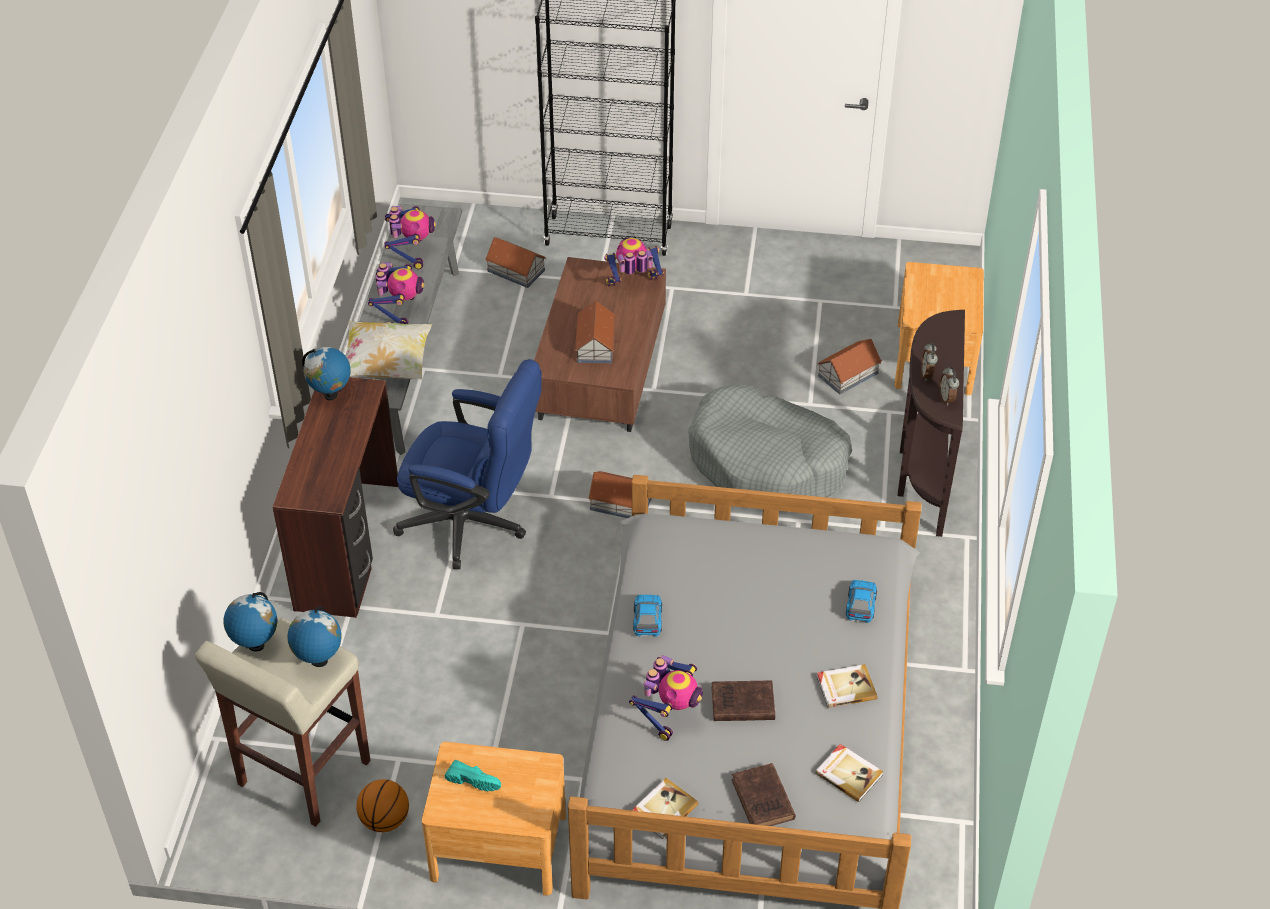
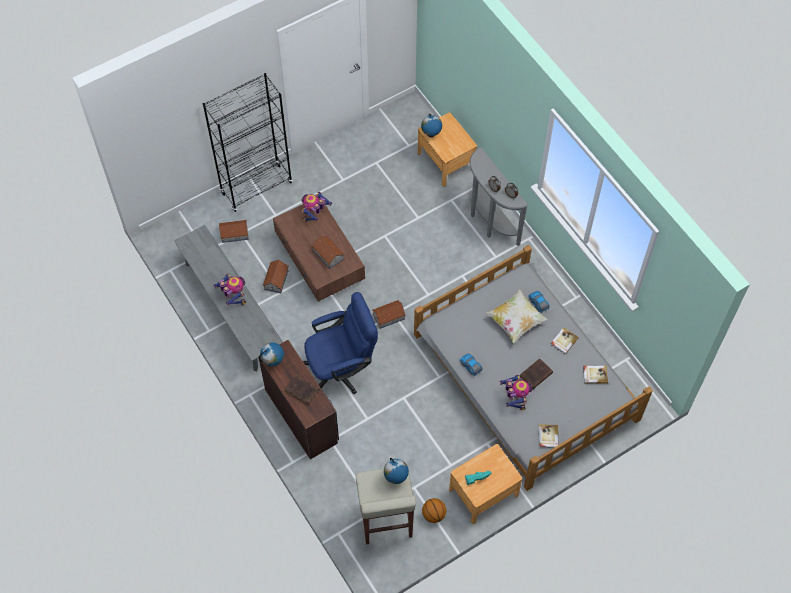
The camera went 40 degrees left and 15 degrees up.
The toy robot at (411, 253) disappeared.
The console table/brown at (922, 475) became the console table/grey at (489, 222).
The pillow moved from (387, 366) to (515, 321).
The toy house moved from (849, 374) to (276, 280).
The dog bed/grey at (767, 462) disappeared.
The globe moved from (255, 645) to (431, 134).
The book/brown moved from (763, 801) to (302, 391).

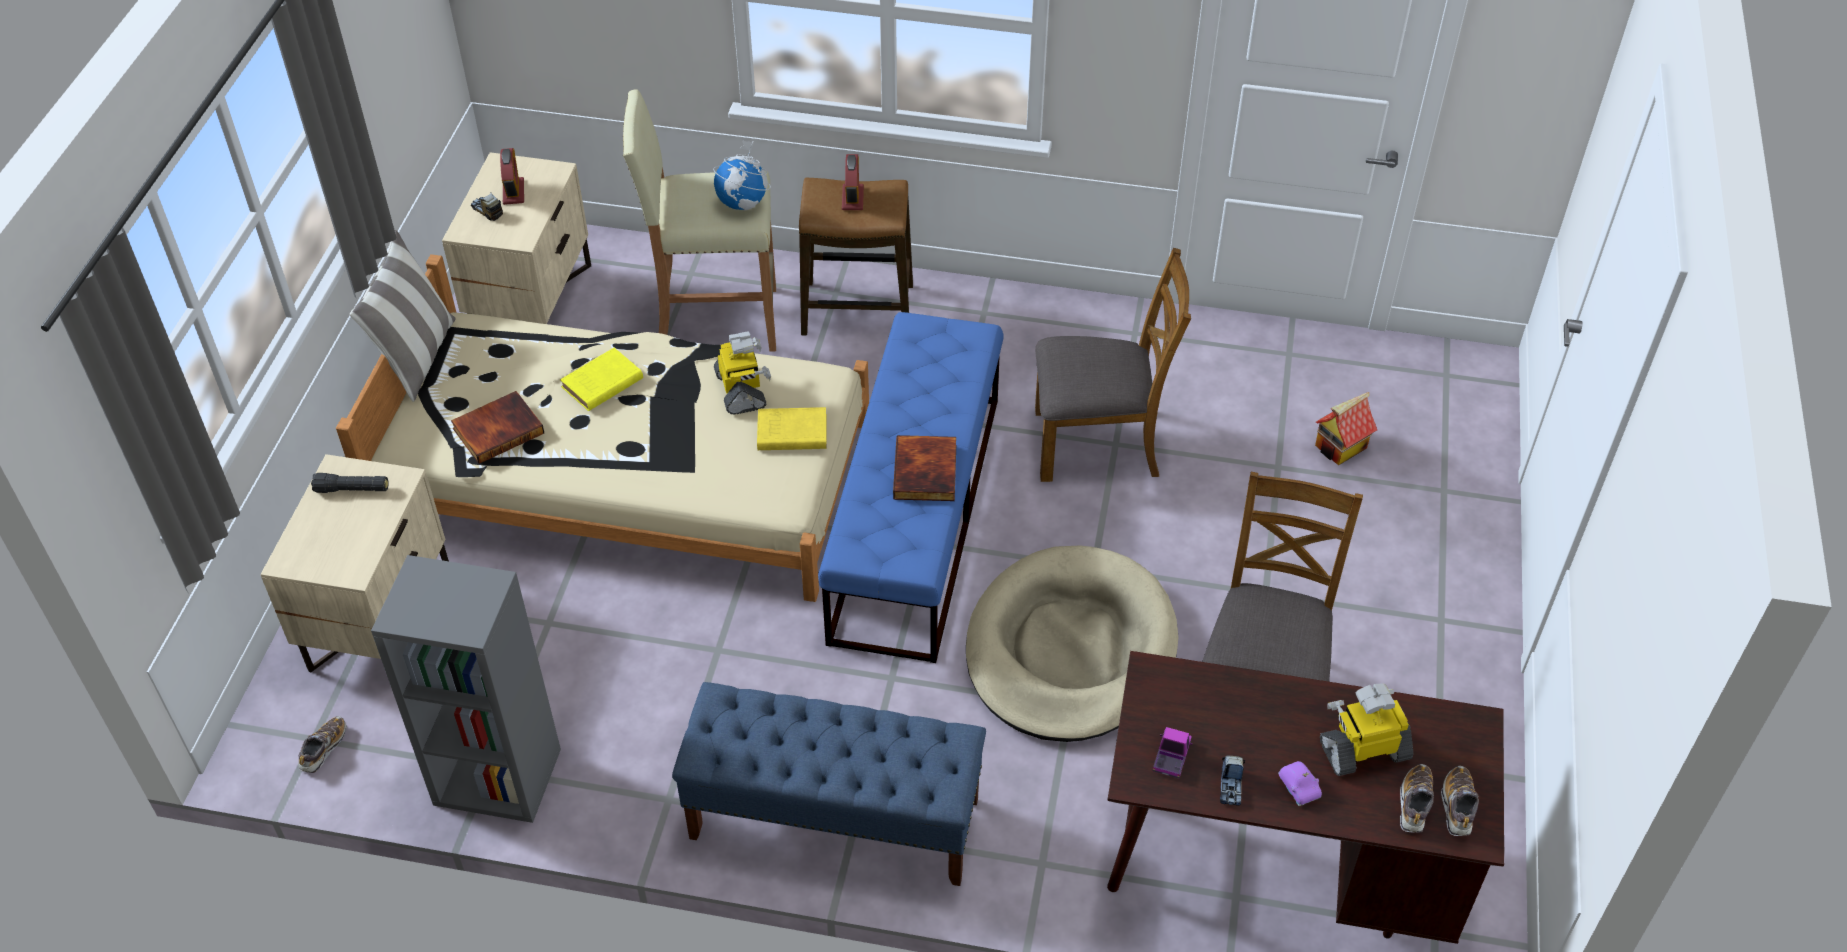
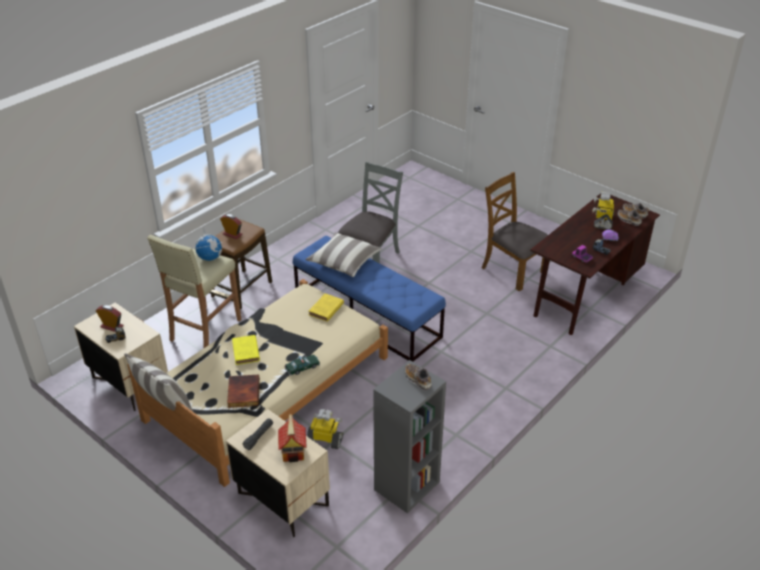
The camera went 60 degrees left and 10 degrees down.
The chair/brown at (1098, 443) became the chair/grey at (371, 258).
The toy robot moved from (742, 390) to (325, 440).
The toy house moved from (1340, 447) to (293, 452).
The book at (927, 472) disappeared.
The dog bed/beige at (1070, 650) disappeared.
The bench/blue at (833, 819) disappeared.
The shoe moved from (324, 749) to (417, 380).
The pillow at (344, 262) appeared.
The toy car at (302, 367) appeared.

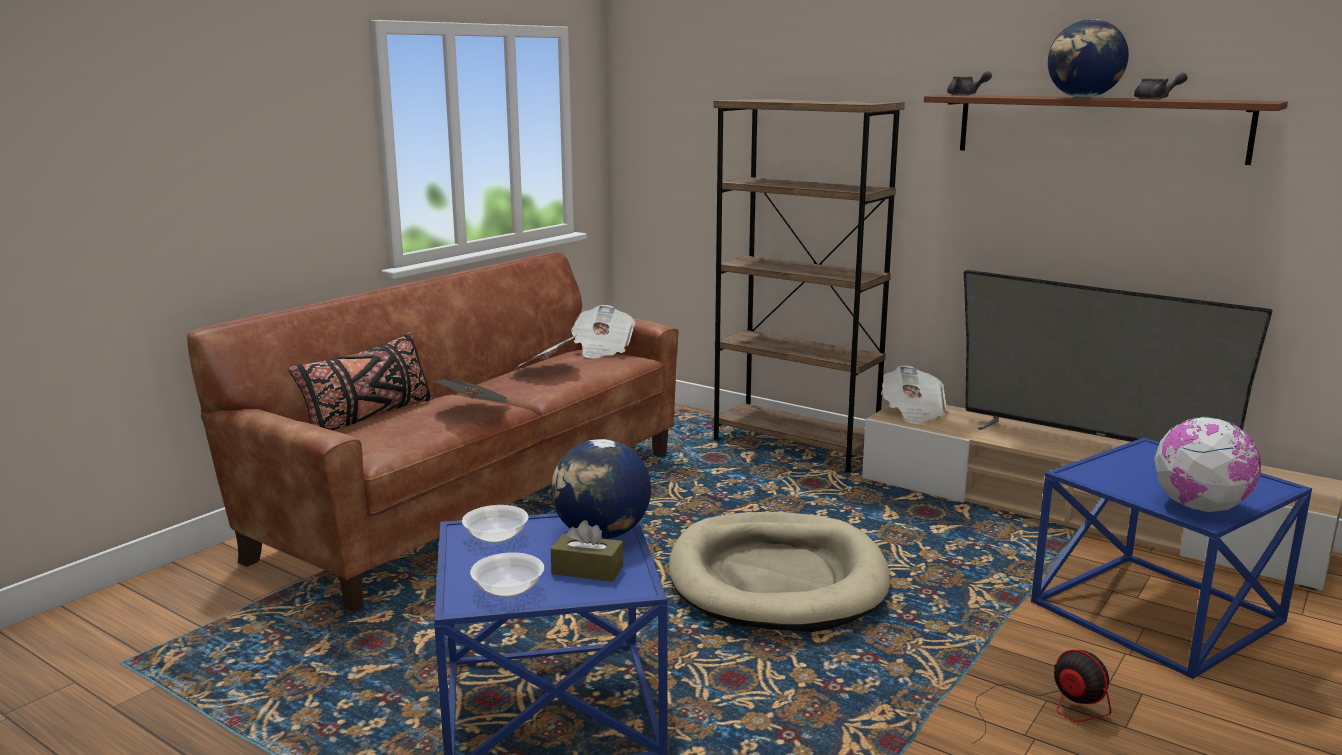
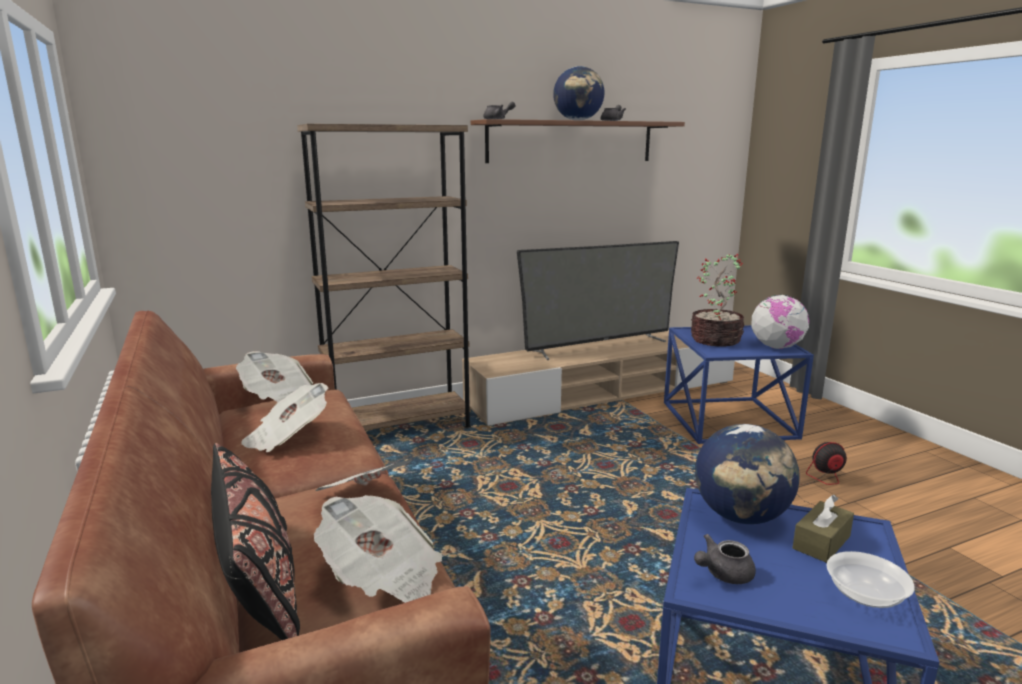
The camera went 60 degrees left and 0 degrees up.
The newspaper moved from (913, 412) to (383, 577).
The bowl at (496, 537) was replaced by the teapot/grey at (723, 574).
The dog bed/beige at (776, 579) disappeared.
The potted plant at (716, 340) appeared.

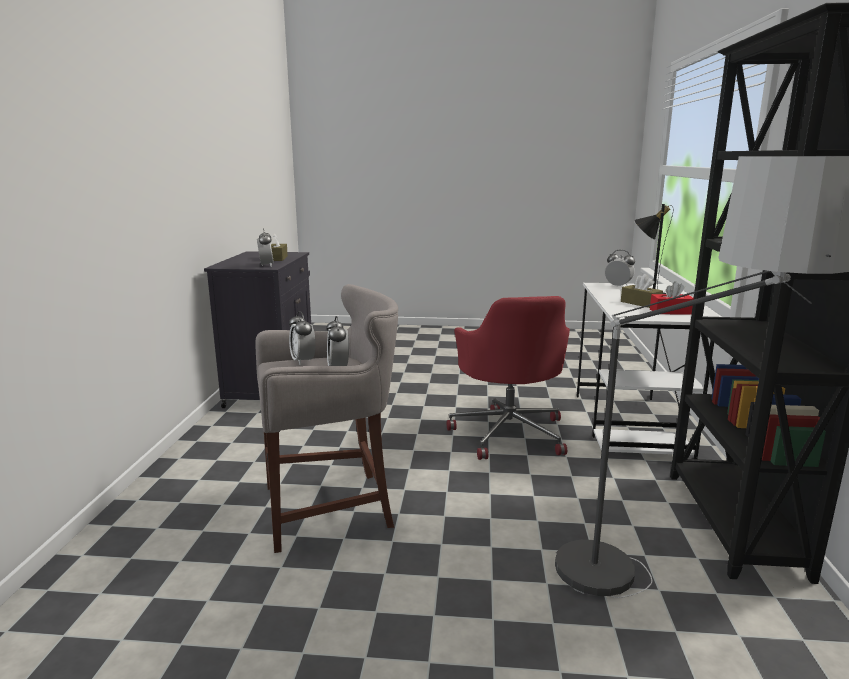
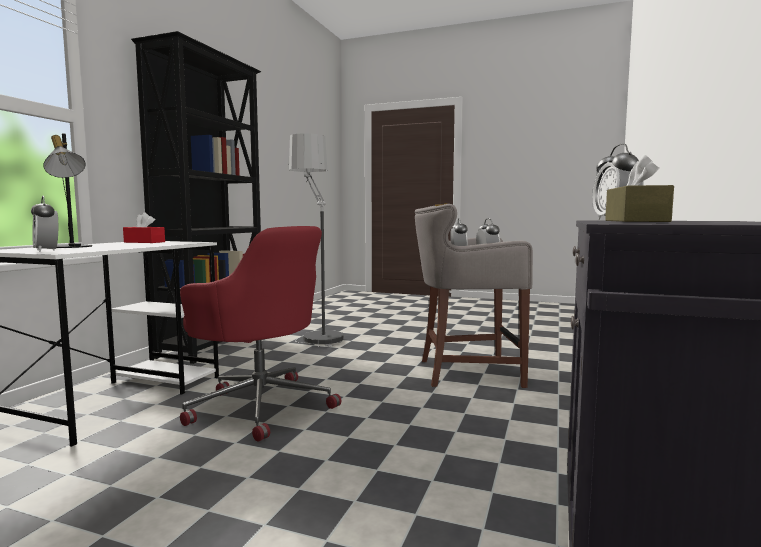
The camera went 165 degrees left and 10 degrees down.
The tissue box/brown at (640, 303) disappeared.
The office chair/red at (509, 433) turned 120 degrees clockwise.

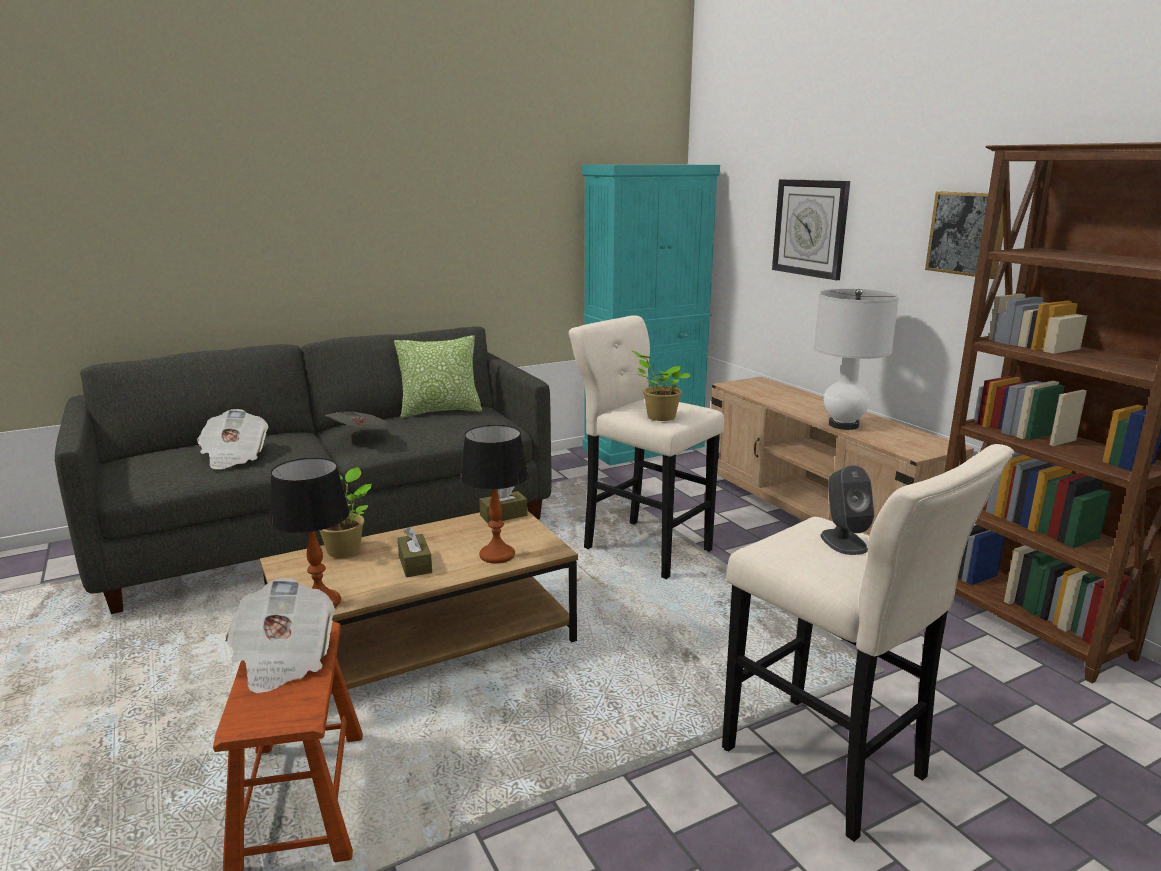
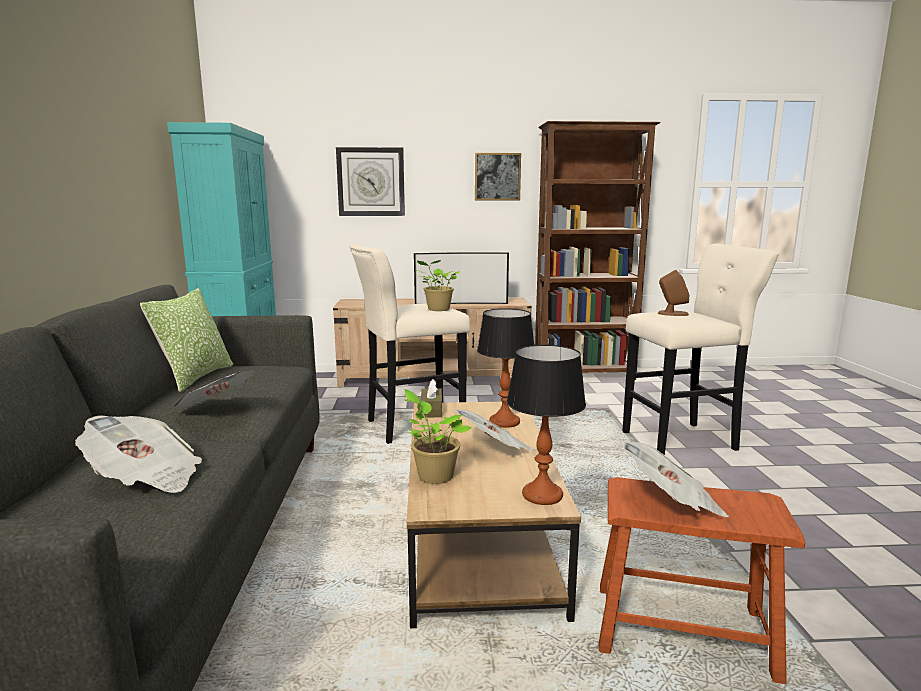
The camera went 65 degrees left and 5 degrees down.
The table lamp/white at (844, 425) was replaced by the television at (461, 303).
The speaker/grey at (843, 541) became the speaker/brown at (672, 313).
The tissue box/brown at (415, 564) was replaced by the newspaper at (494, 450).

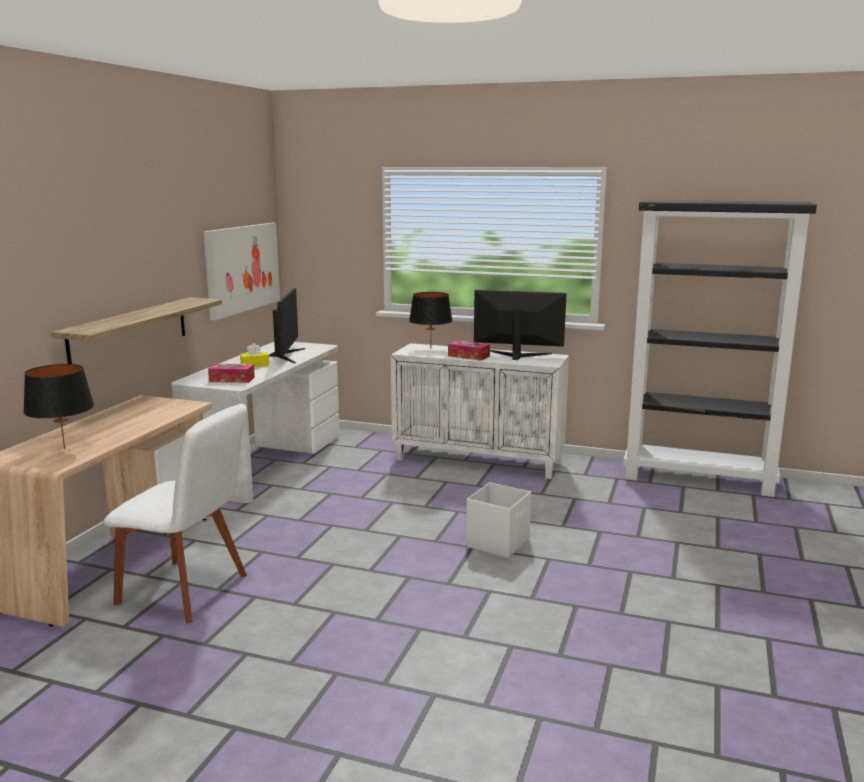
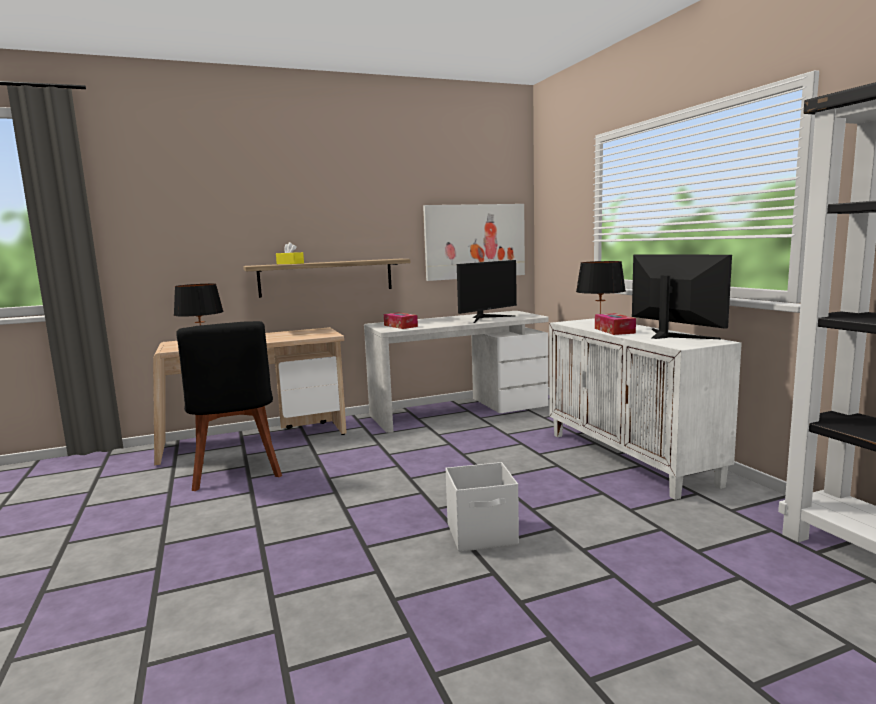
The camera went 50 degrees right and 5 degrees down.
The tissue box/yellow moved from (255, 365) to (290, 263).
The chair/white at (188, 591) became the chair/black at (237, 472).

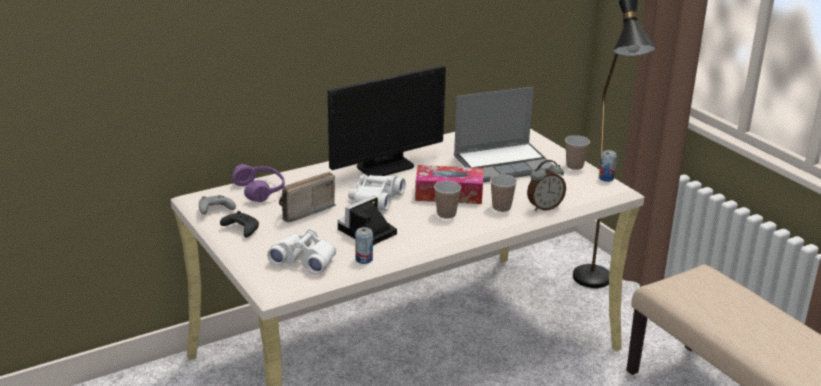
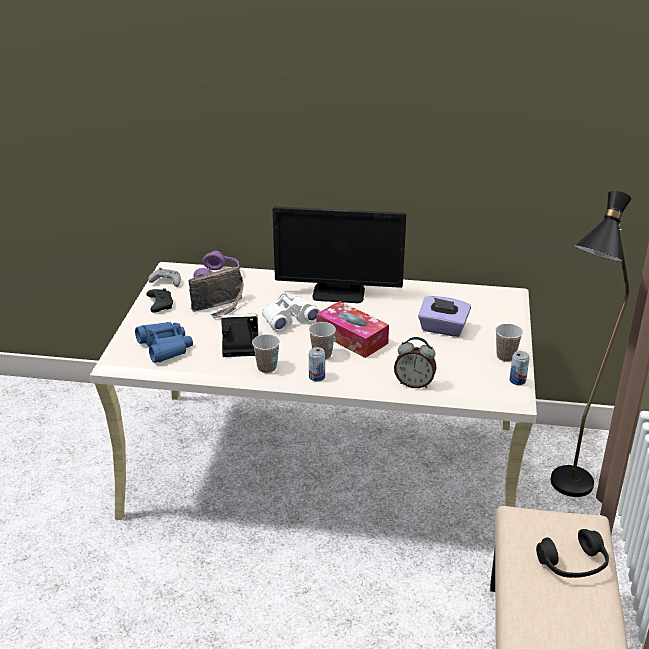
The camera went 40 degrees right and 5 degrees up.
The laptop at (504, 163) was replaced by the tissue box/purple at (442, 329).
The radio at (302, 211) turned 150 degrees clockwise.
The cup moved from (501, 207) to (267, 368).
The can moved from (364, 259) to (317, 377).
The binoculars/white at (305, 260) became the binoculars/blue at (165, 347).
The headphones/black at (573, 564) appeared.

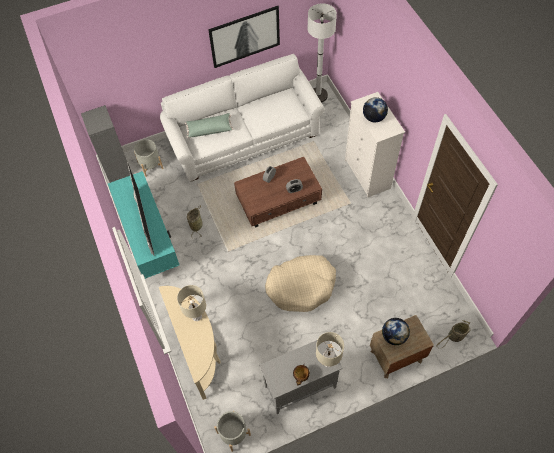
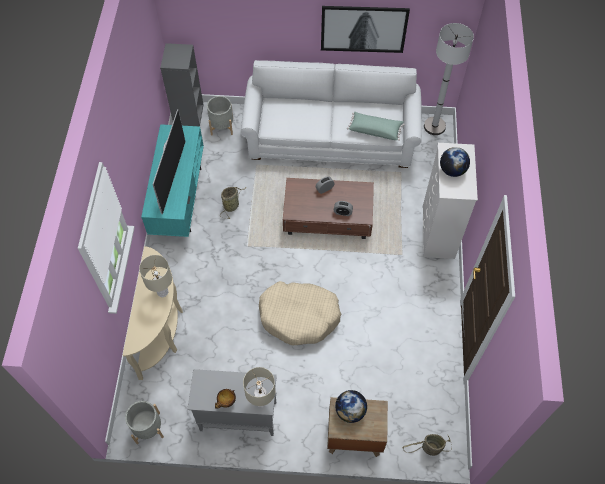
The camera went 25 degrees right and 0 degrees up.
The pillow/green moved from (209, 129) to (375, 130).

